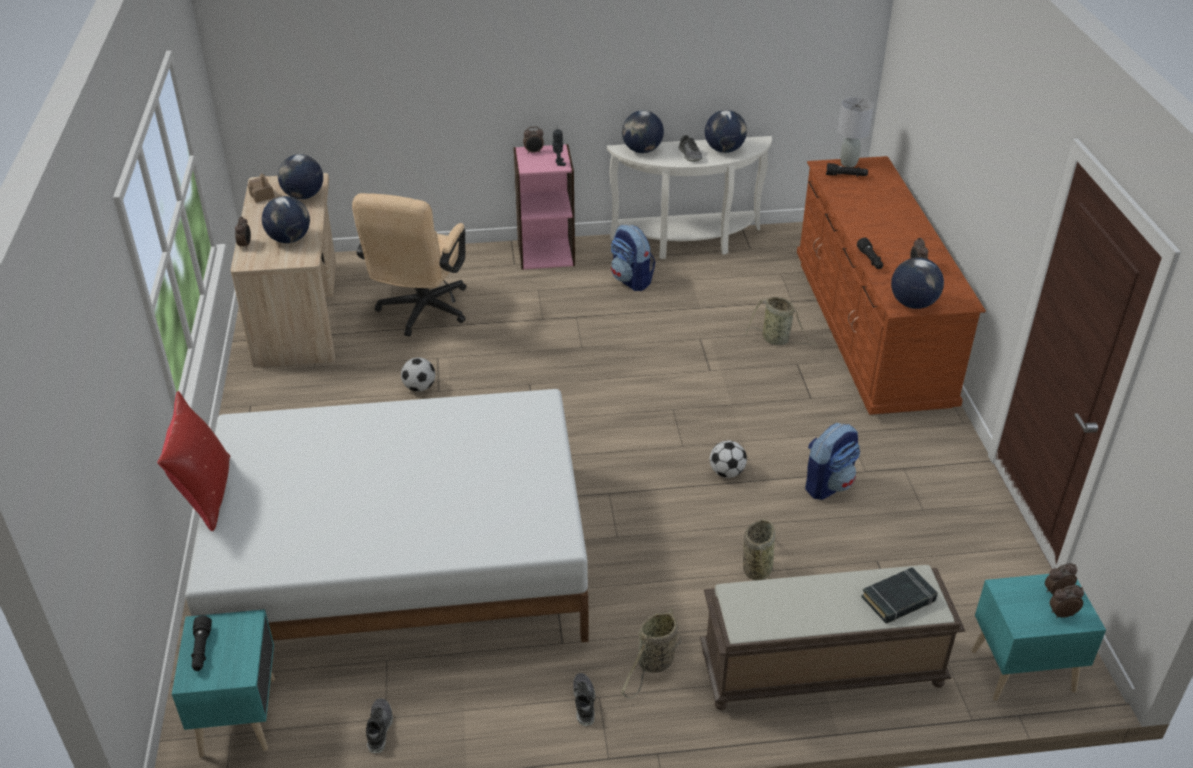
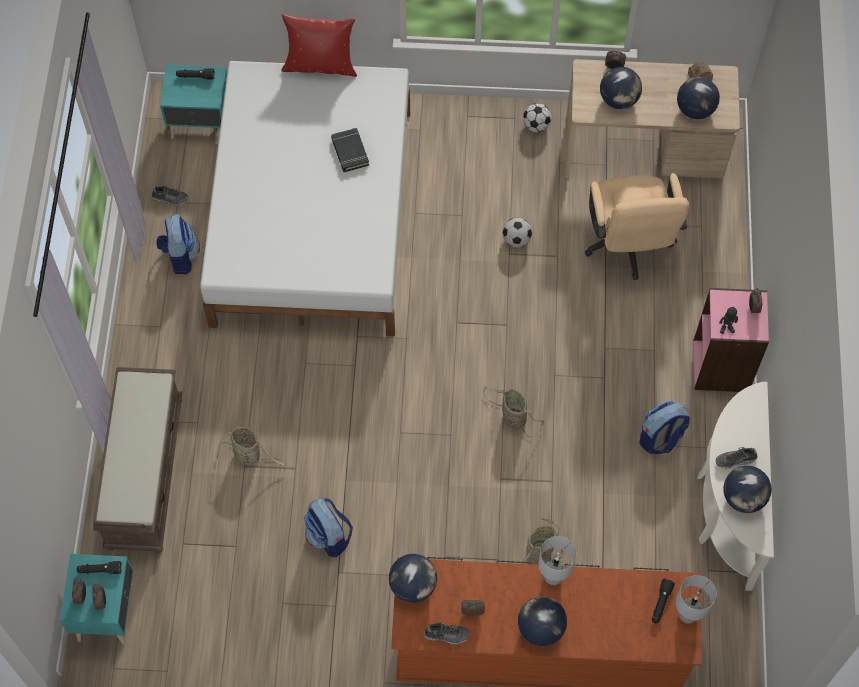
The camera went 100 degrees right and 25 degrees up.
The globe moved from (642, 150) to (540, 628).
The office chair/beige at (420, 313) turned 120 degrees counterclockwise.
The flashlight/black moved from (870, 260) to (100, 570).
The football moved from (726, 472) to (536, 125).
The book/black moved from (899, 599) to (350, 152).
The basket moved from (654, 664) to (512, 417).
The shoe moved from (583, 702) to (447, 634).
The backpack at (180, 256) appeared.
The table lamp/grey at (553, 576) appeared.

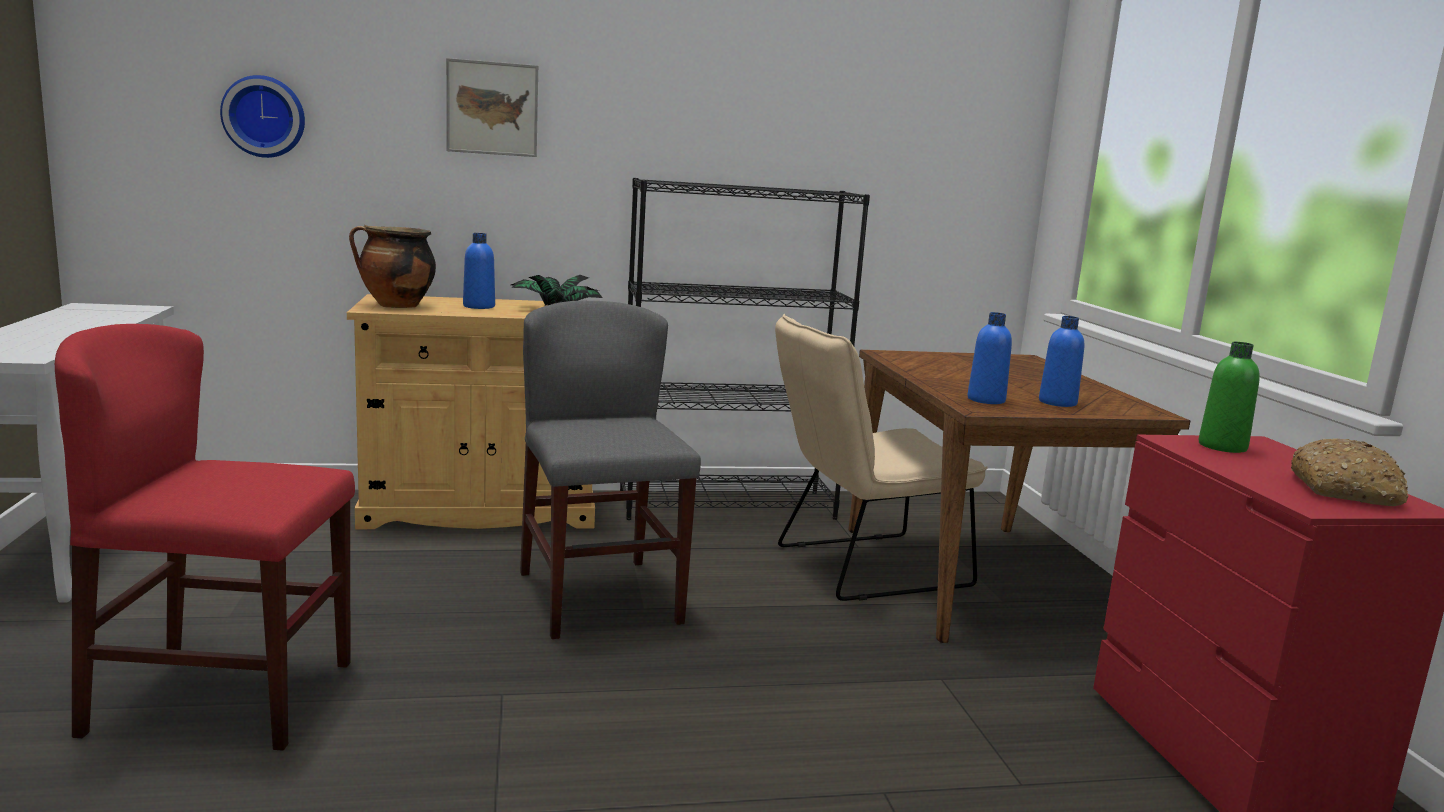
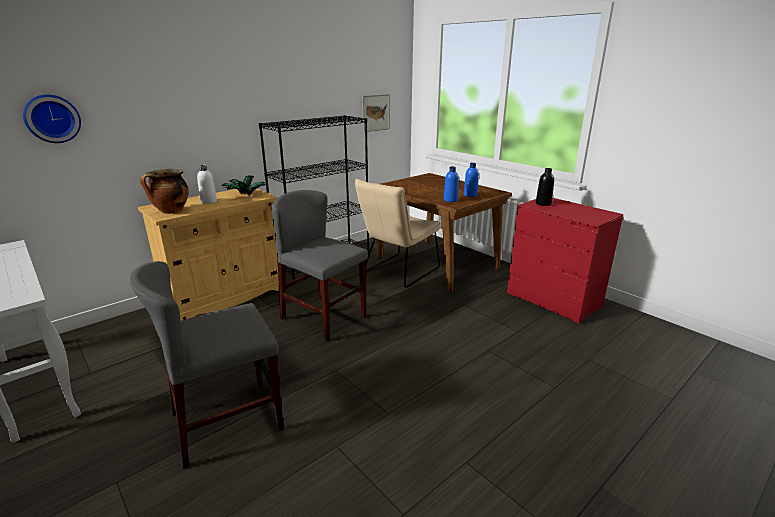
The camera went 30 degrees left and 10 degrees up.
The picture moved from (492, 108) to (375, 113).
The bottle/blue at (479, 306) became the bottle/white at (209, 201).
The chair/red at (223, 697) became the chair/grey at (227, 421).
The bottle/green at (1222, 446) became the bottle/black at (543, 203).
The bread at (1345, 491) disappeared.

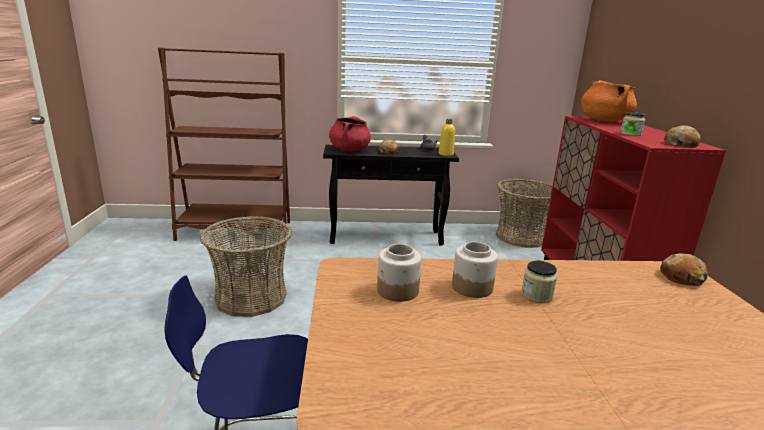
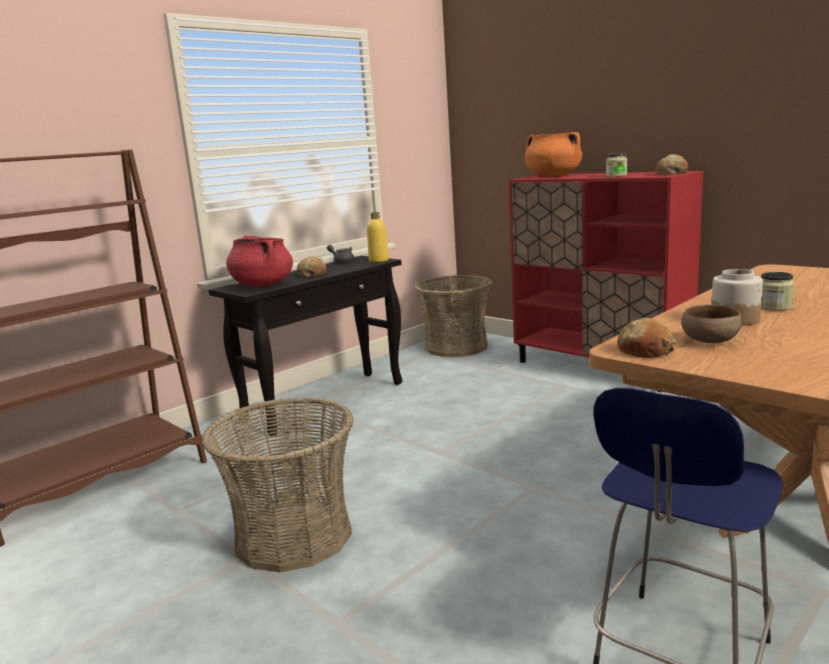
The camera went 40 degrees left and 5 degrees down.
The jar at (397, 291) was replaced by the bowl/brown at (710, 342).
The bread moved from (681, 277) to (646, 350).

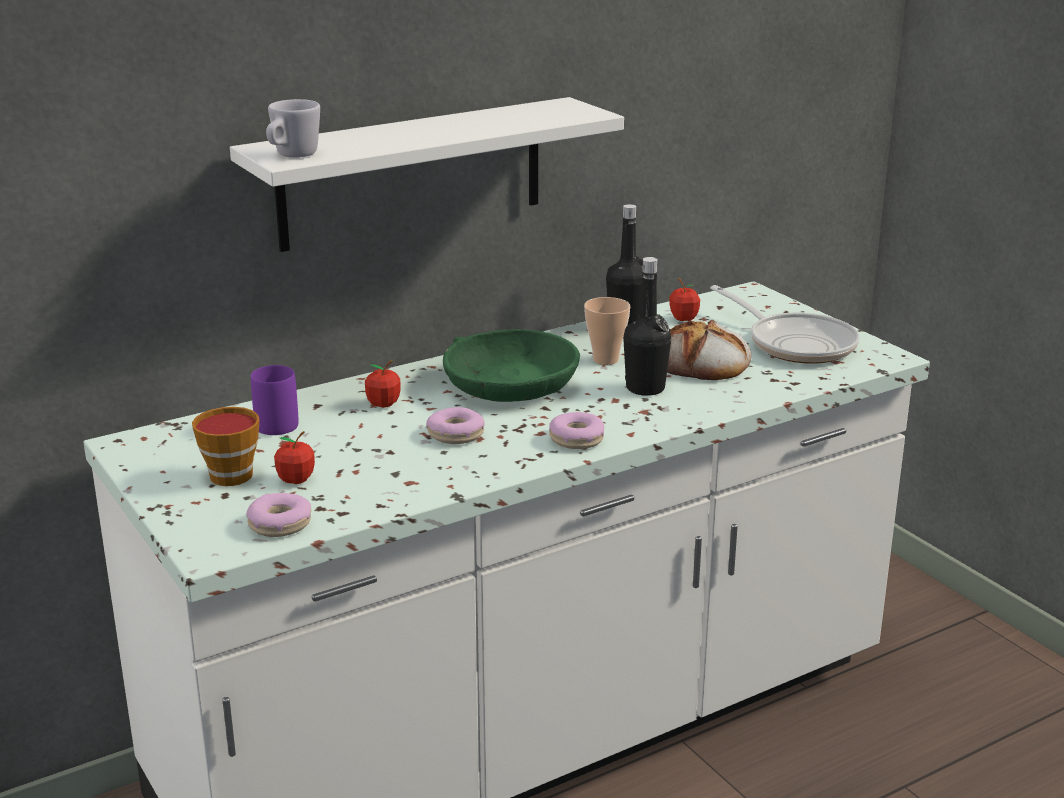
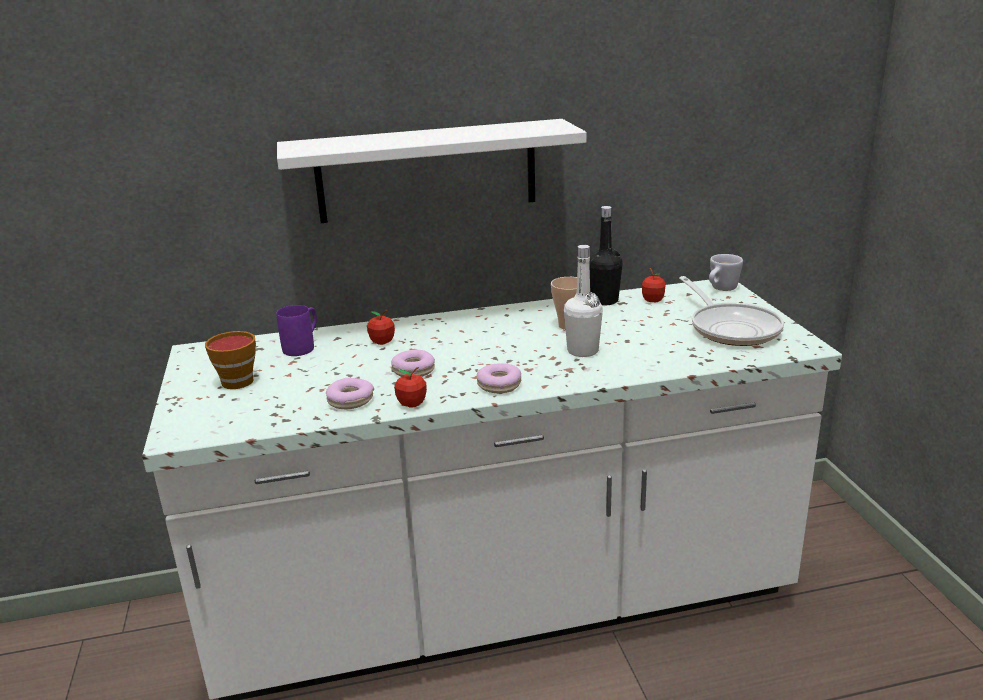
The camera went 20 degrees right and 0 degrees up.
The mug/white moved from (291, 156) to (721, 289).
The bottle/black at (645, 388) became the bottle/white at (582, 351).
The bread at (703, 363) disappeared.
The bowl/green at (509, 385) disappeared.
The apple moved from (296, 480) to (412, 404).
The donut moved from (280, 524) to (350, 400).

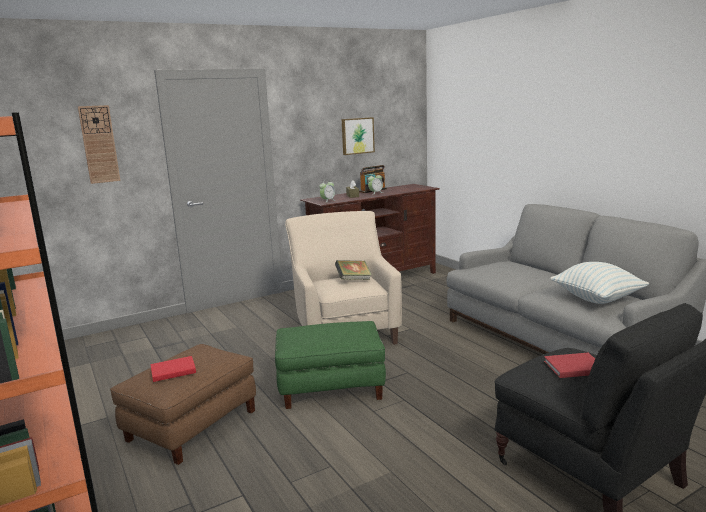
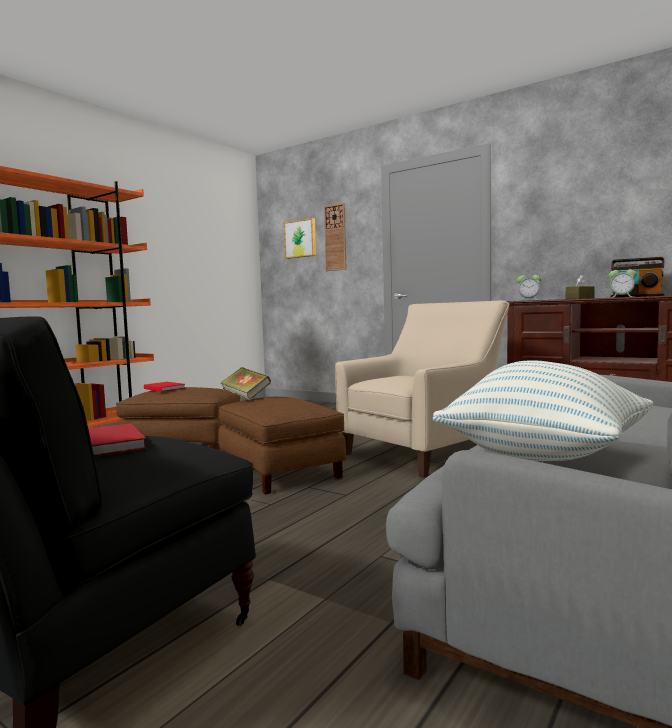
The camera went 65 degrees right and 10 degrees down.
The picture moved from (357, 136) to (301, 239).
The book moved from (353, 280) to (246, 397).
The ottoman/green at (331, 386) became the ottoman/brown at (281, 471).

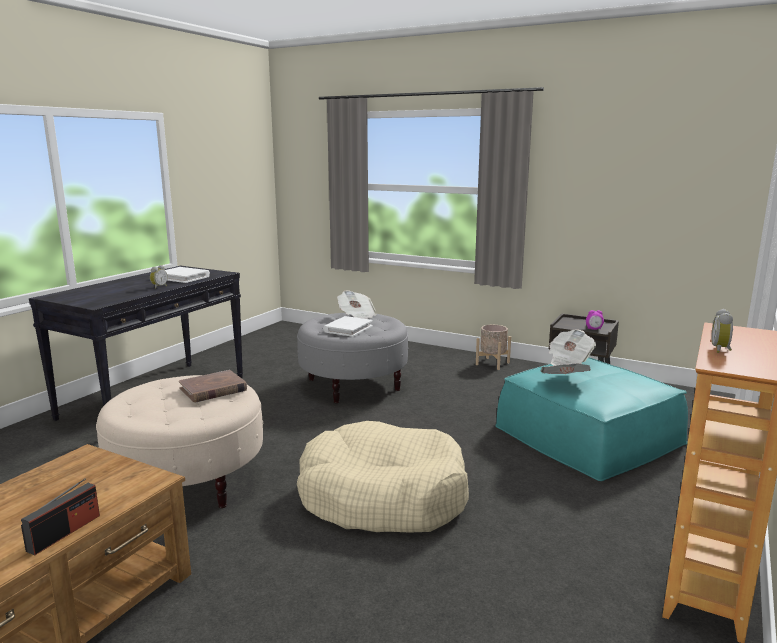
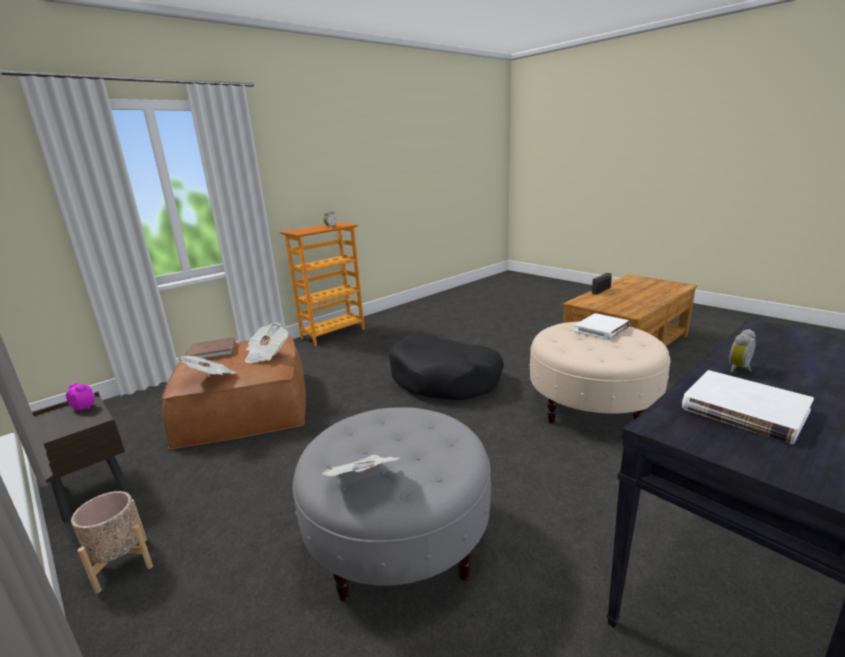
The camera went 160 degrees left and 5 degrees up.
The book/white moved from (348, 329) to (601, 329).
The ottoman/turquoise at (588, 434) became the ottoman/brown at (244, 405).
The book/brown moved from (213, 389) to (213, 351).
The dog bed/beige at (382, 496) became the dog bed/black at (445, 379).

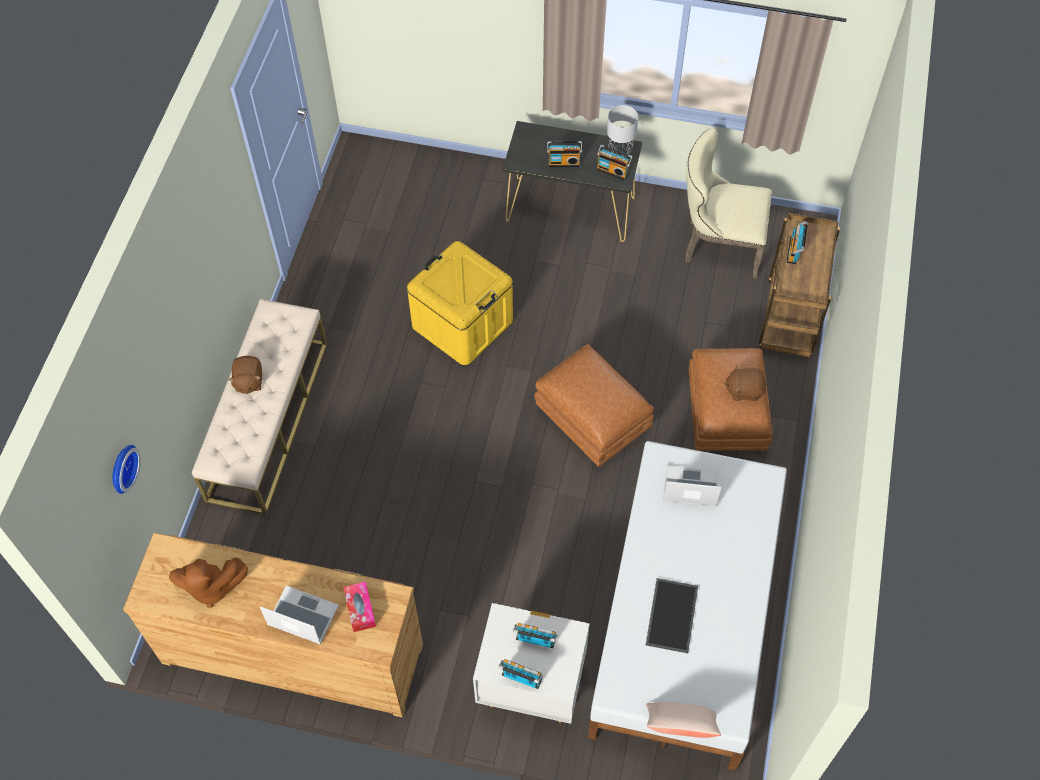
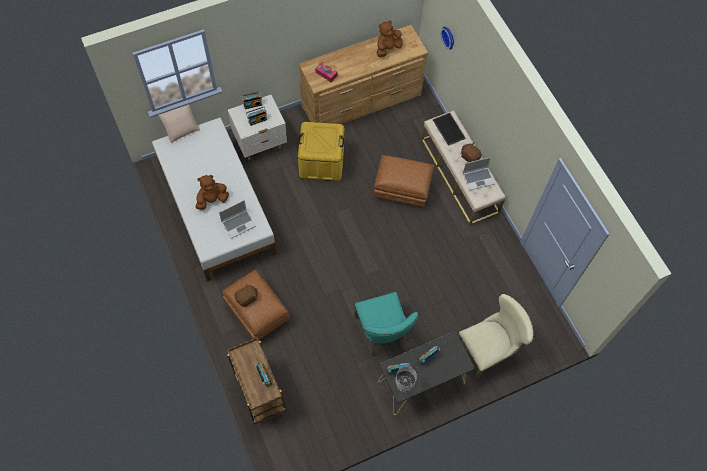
The camera went 140 degrees right and 5 degrees up.
The chair/beige moved from (717, 245) to (487, 351).
The storage box/yellow moved from (462, 324) to (321, 162).
The ottoman/brown moved from (591, 422) to (402, 189).
The tray moved from (670, 614) to (449, 129).
The laptop moved from (302, 616) to (478, 178).
The plush toy/brown at (212, 200) appeared.
The chair/turquoise at (382, 334) appeared.

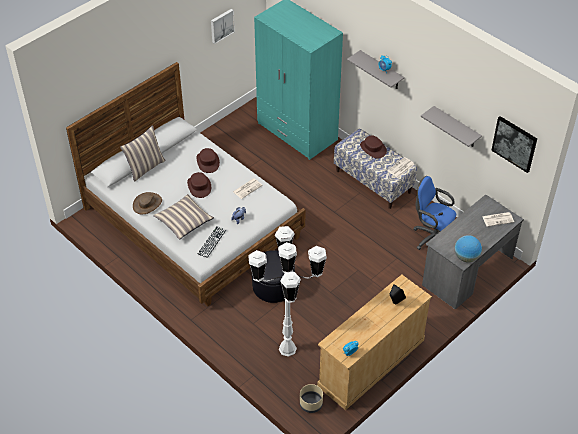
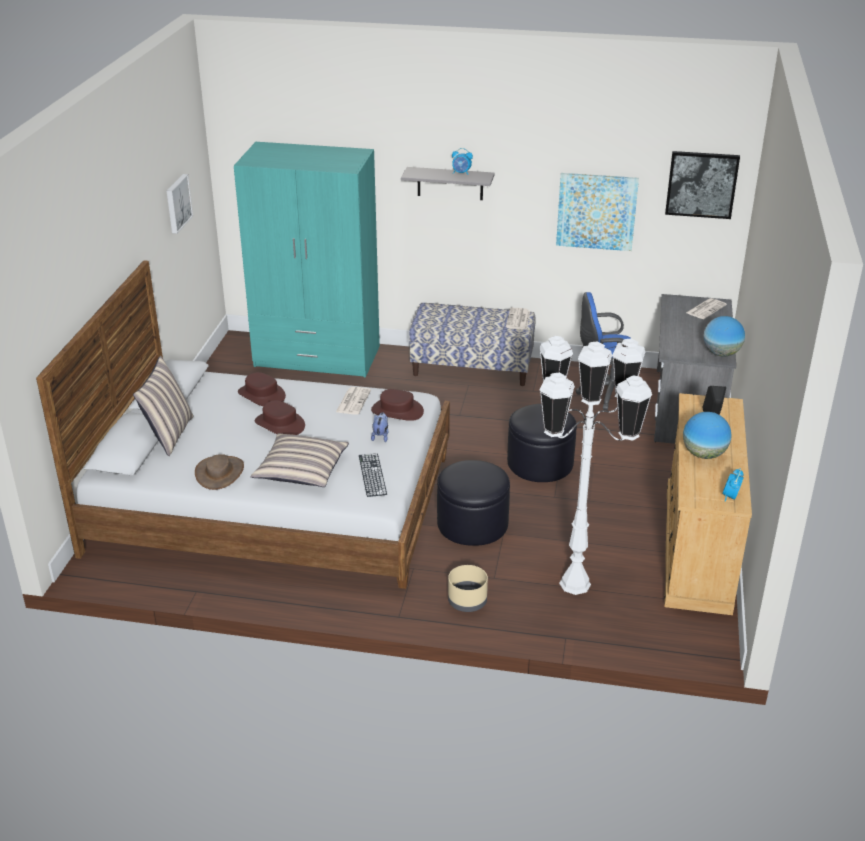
The camera went 35 degrees left and 15 degrees down.
The shelf/grey at (456, 127) was replaced by the picture at (596, 211).
The hat/brown moved from (373, 149) to (397, 411).
The planter/beige moved from (310, 404) to (467, 602).
The ottoman/black at (540, 463) appeared.
The globe at (703, 454) appeared.

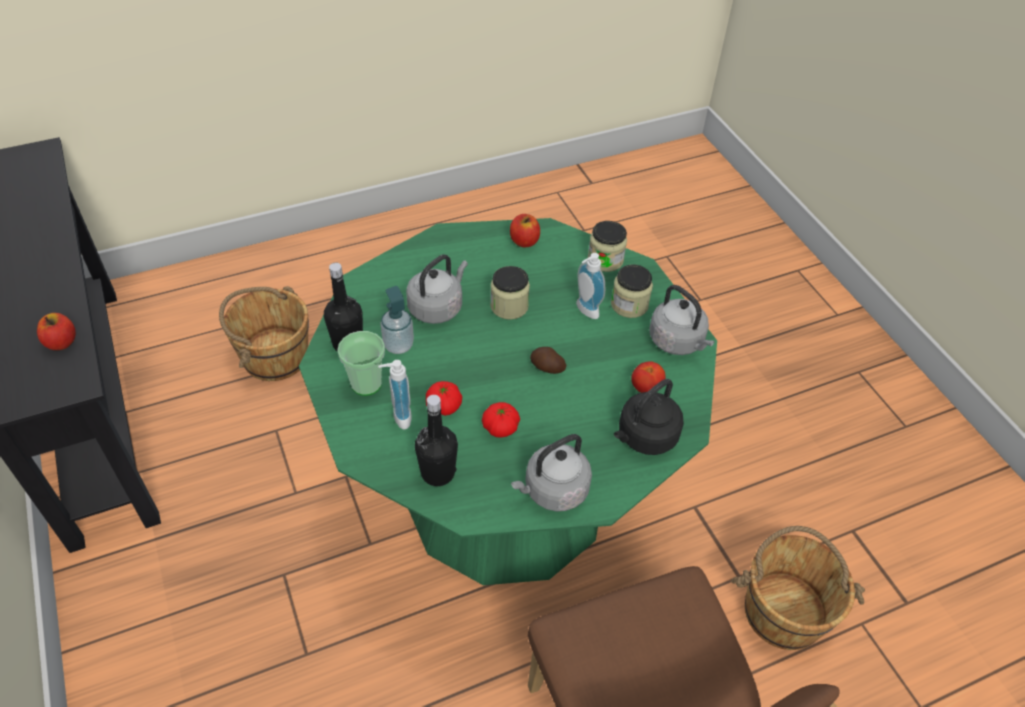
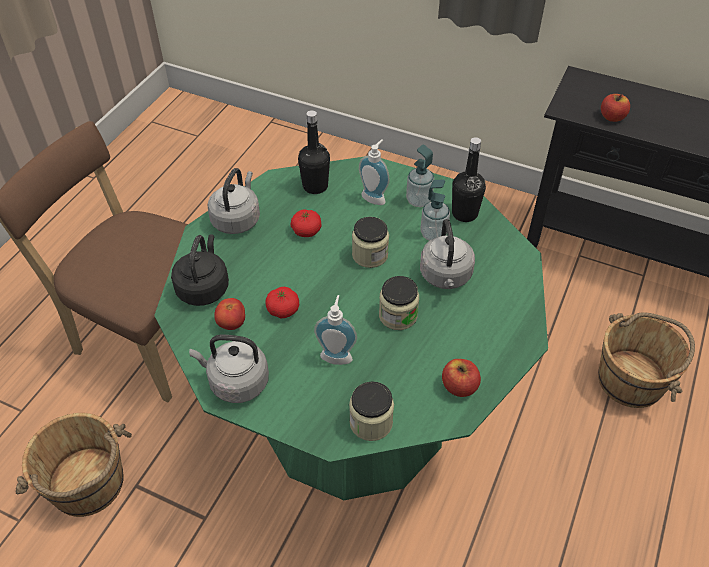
The camera went 140 degrees right and 0 degrees up.
The jar moved from (629, 305) to (370, 255).
The cup at (366, 384) was replaced by the soap dispenser at (418, 200).
The potato at (547, 367) disappeared.
The tomato moved from (444, 406) to (283, 310).

